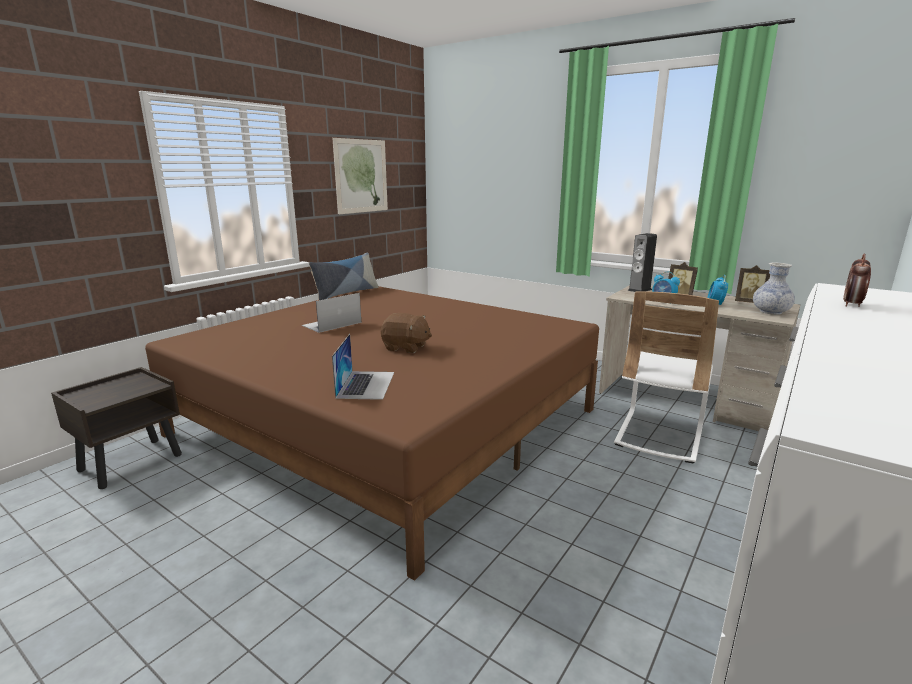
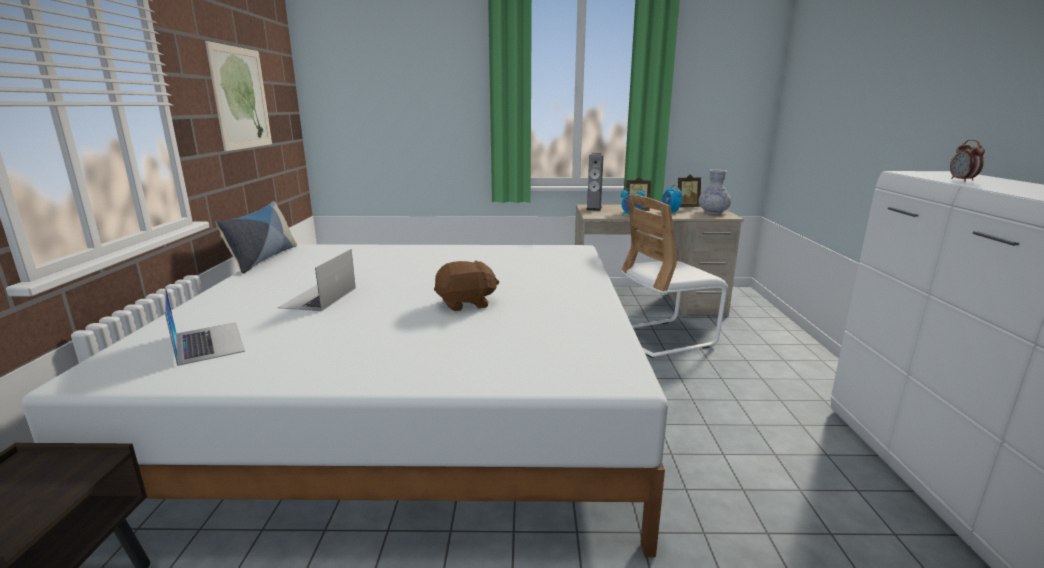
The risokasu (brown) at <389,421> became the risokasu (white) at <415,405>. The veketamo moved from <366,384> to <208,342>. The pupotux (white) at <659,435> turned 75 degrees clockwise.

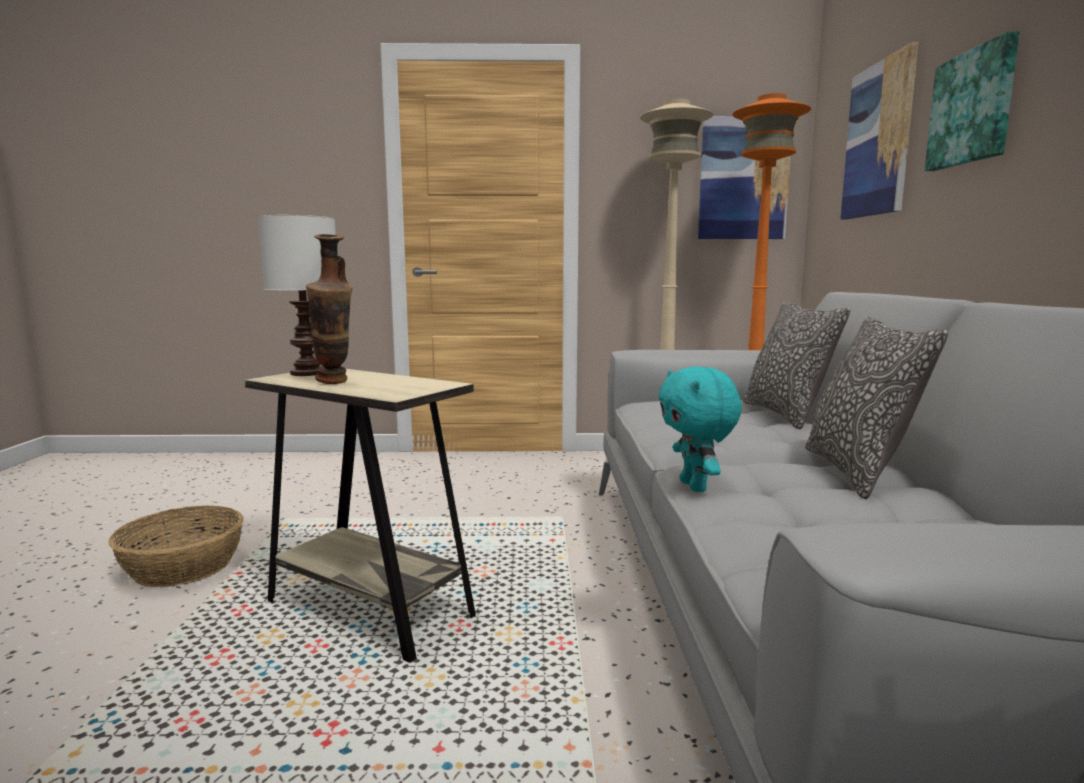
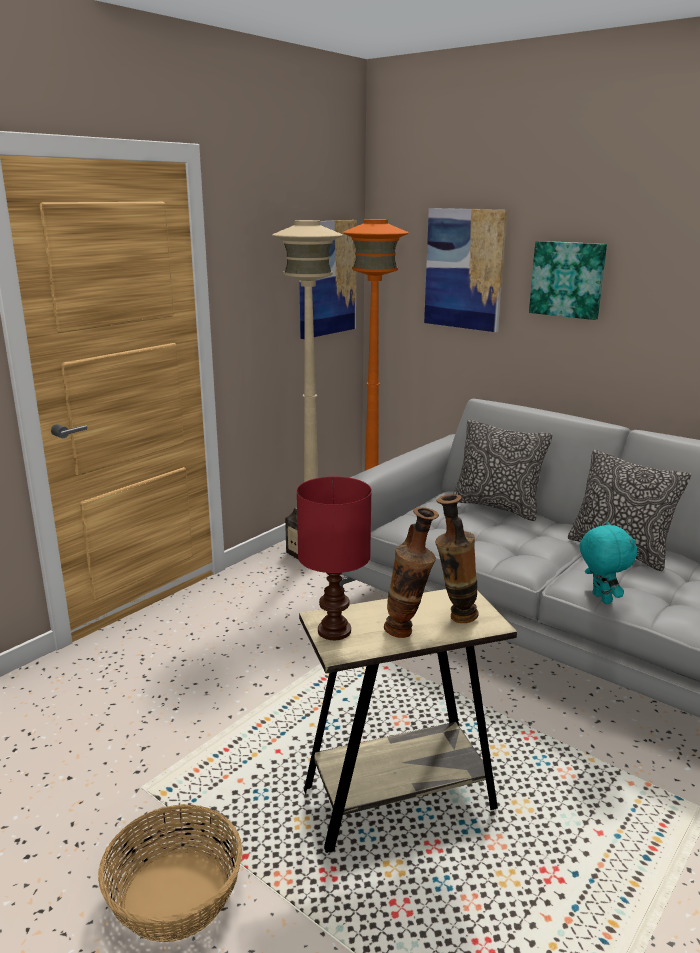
The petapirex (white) at <308,373> became the petapirex (red) at <333,630>. The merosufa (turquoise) at <695,486> turned 135 degrees counterclockwise. The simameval at <454,616> appeared.

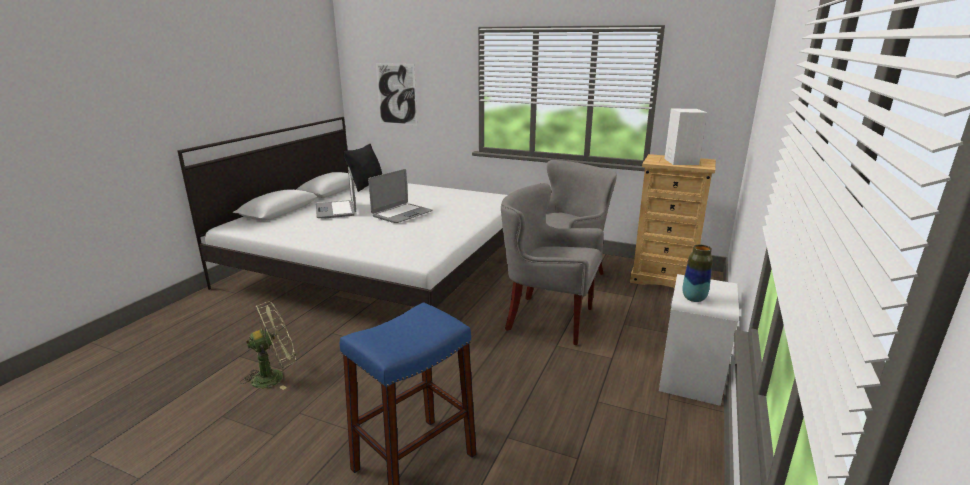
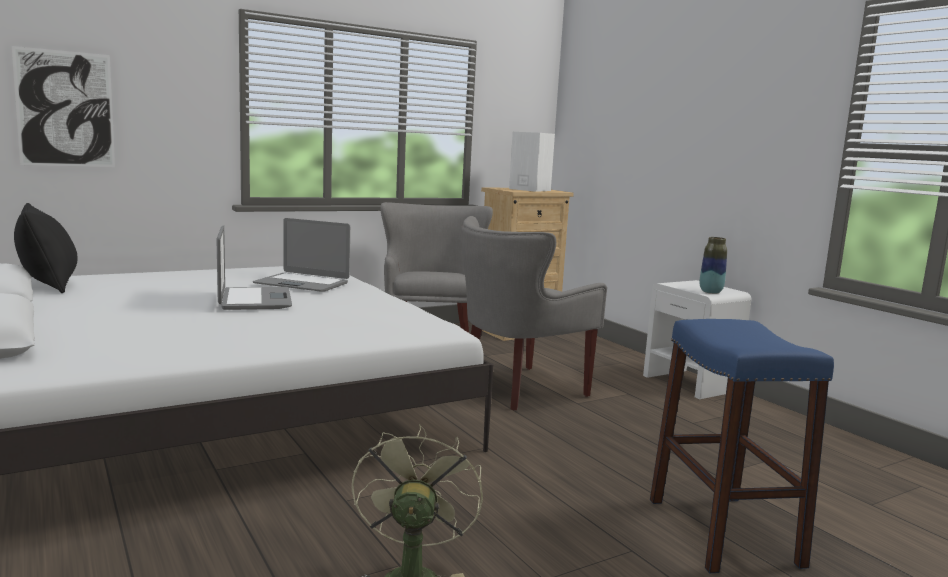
The veketamo moved from <336,210> to <302,284>.

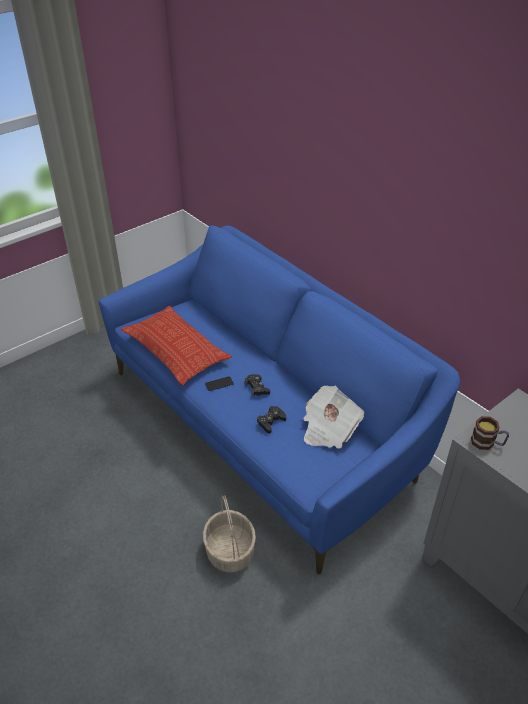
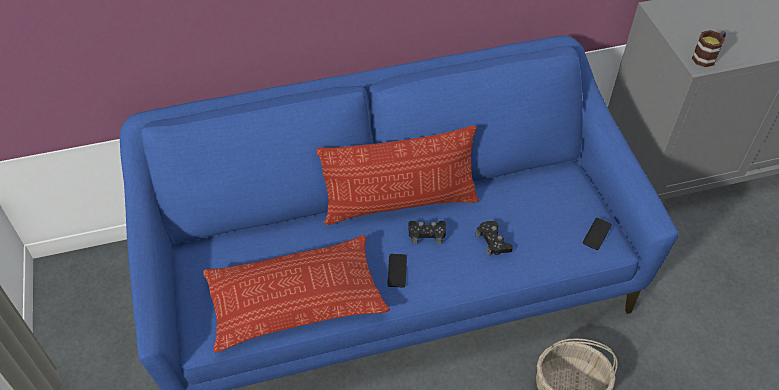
The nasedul at <329,428> disappeared. The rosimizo at <400,203> appeared. The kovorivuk at <597,234> appeared.

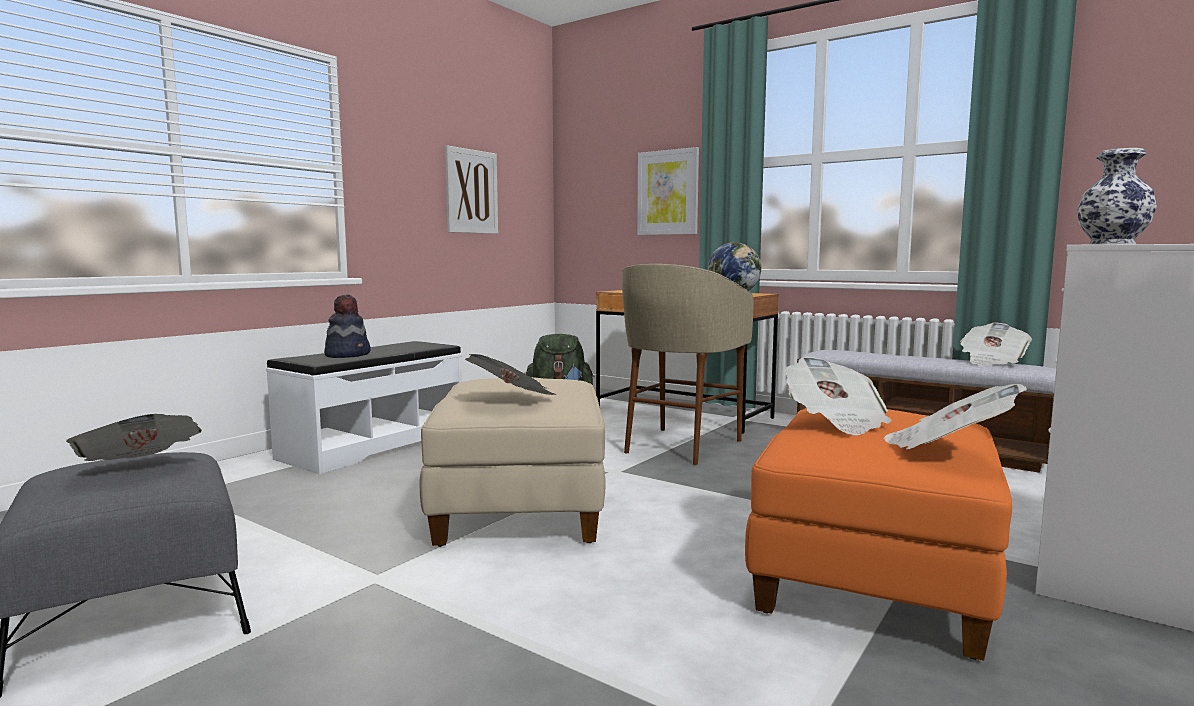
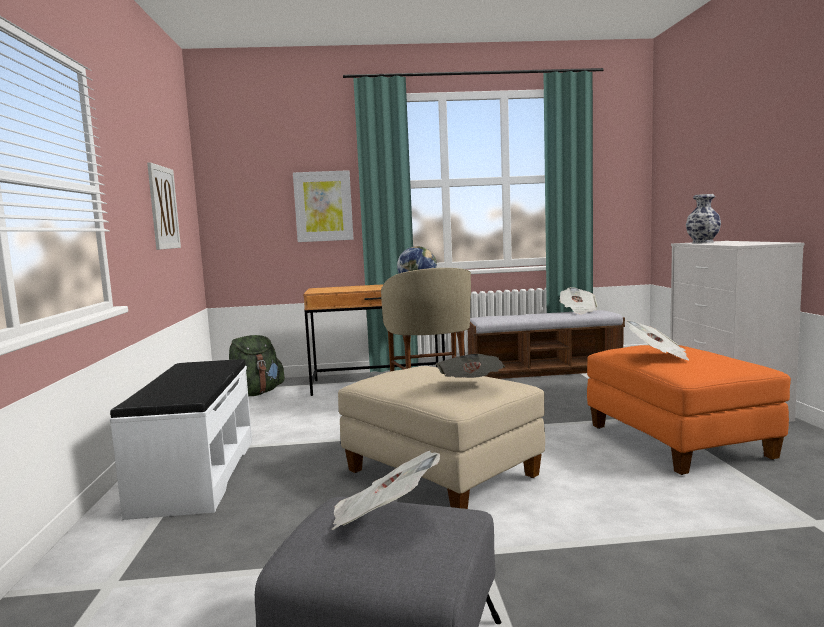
The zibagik at <348,355> disappeared. The nasedul at <947,449> disappeared.

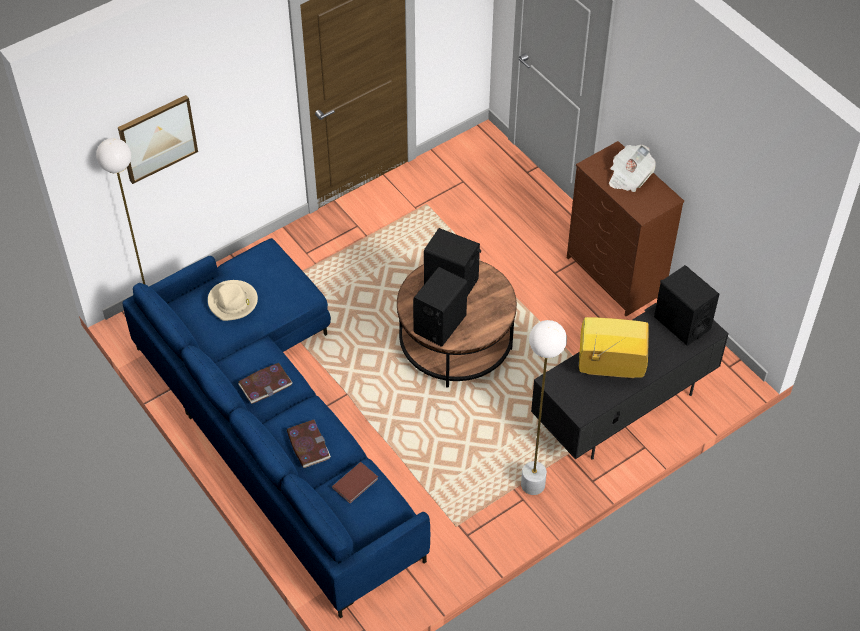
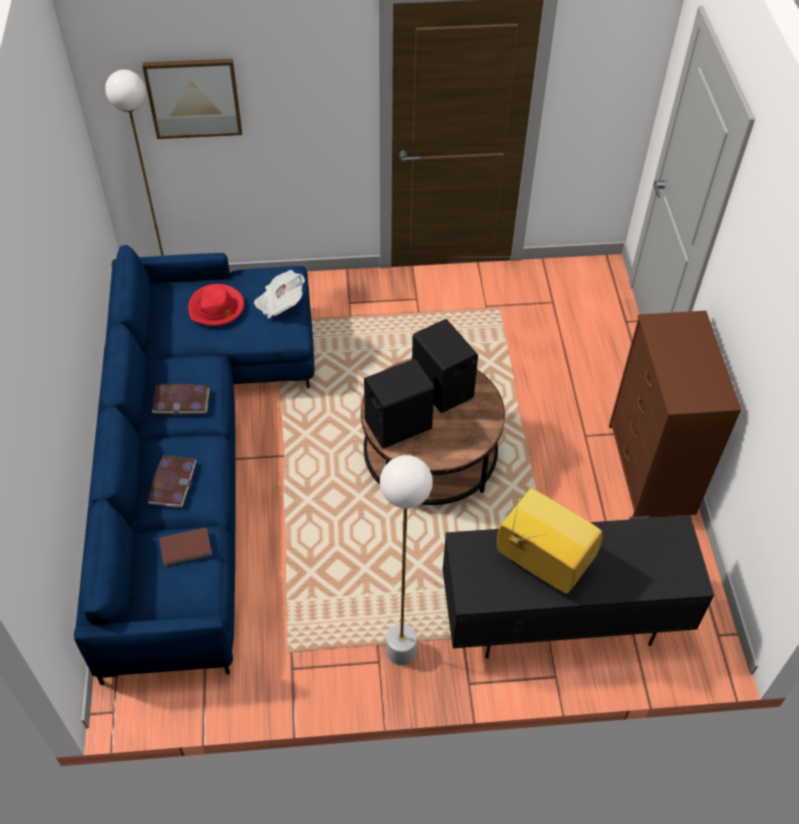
The zibagik (beige) at <233,302> became the zibagik (red) at <216,308>. The nasedul moved from <629,177> to <280,303>. The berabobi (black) at <681,323> disappeared.

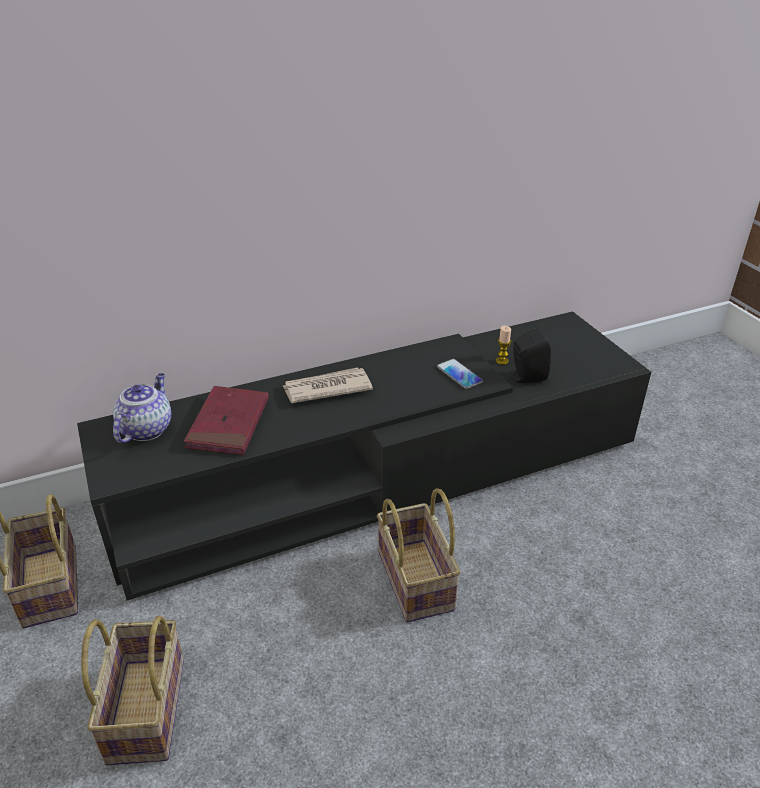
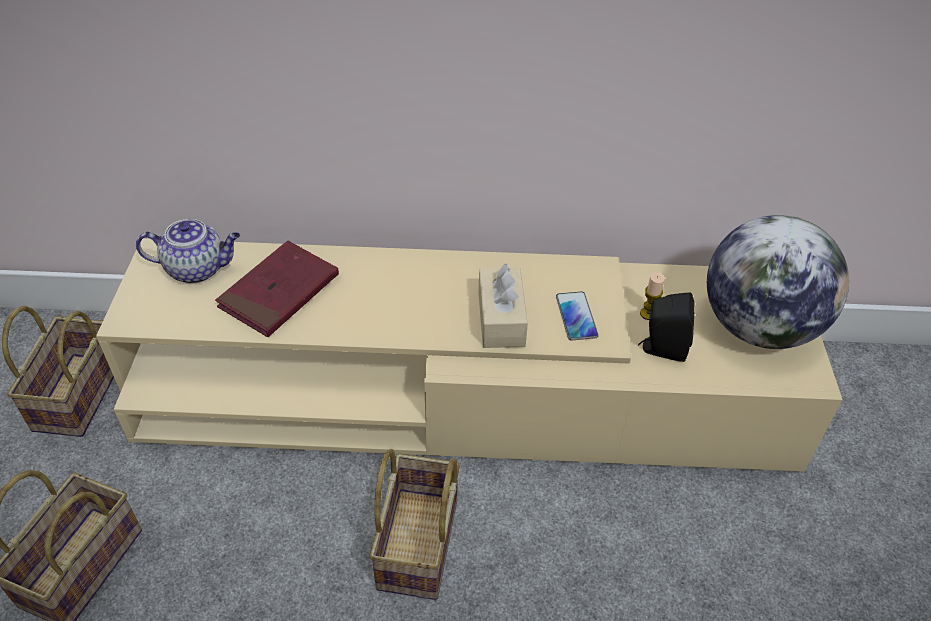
The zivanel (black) at <379,473> became the zivanel (beige) at <463,394>. The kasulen at <146,429> turned 45 degrees clockwise. The nasedul at <326,388> disappeared. The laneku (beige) at <501,319> appeared. The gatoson at <758,327> appeared.

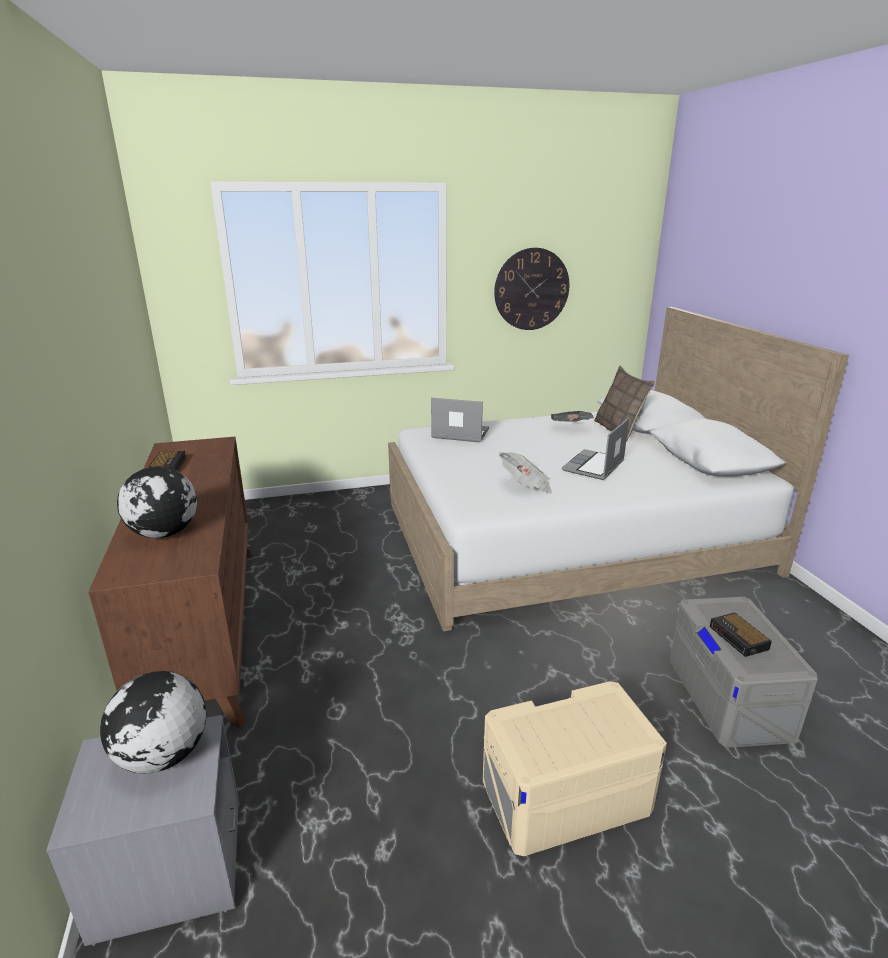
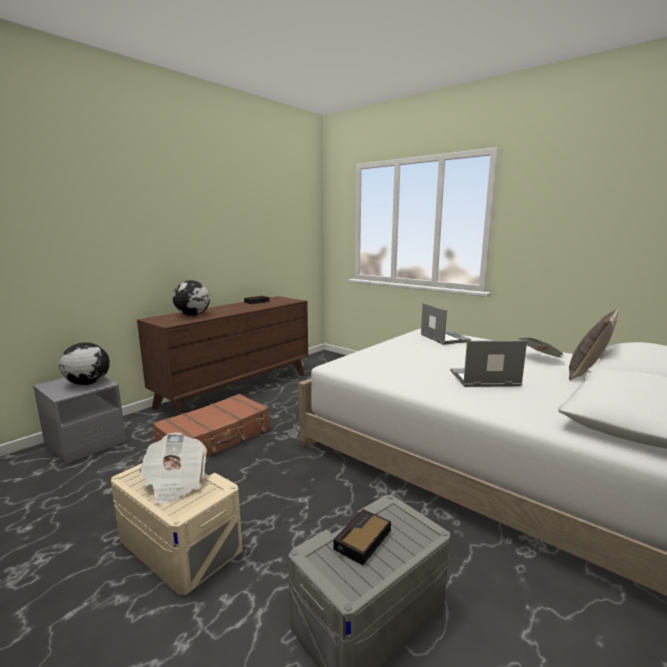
The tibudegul at <531,289> disappeared. The nasedul moved from <526,486> to <175,482>. The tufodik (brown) at <215,439> appeared.

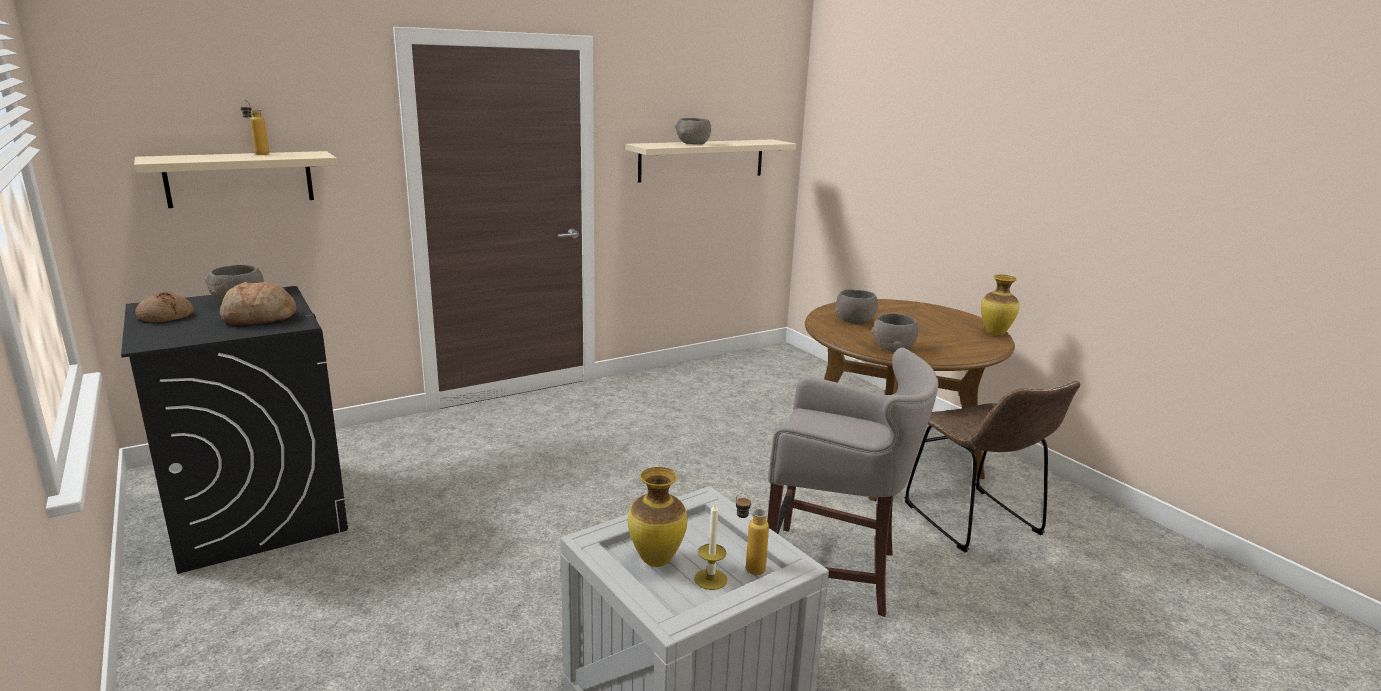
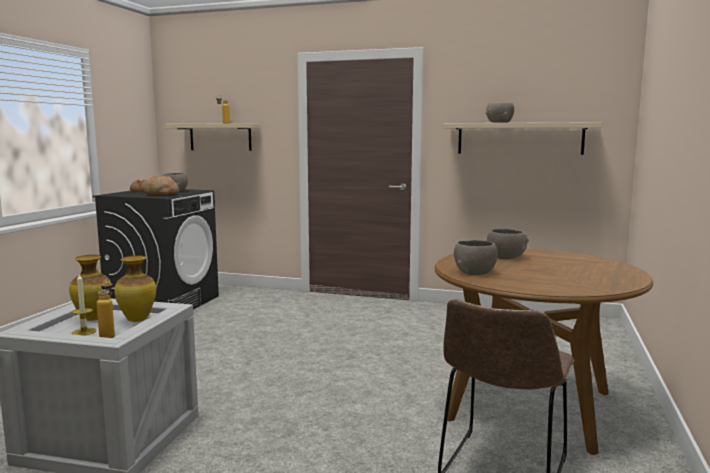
The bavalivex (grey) at <834,571> disappeared. The simameval moved from <995,334> to <136,320>.

